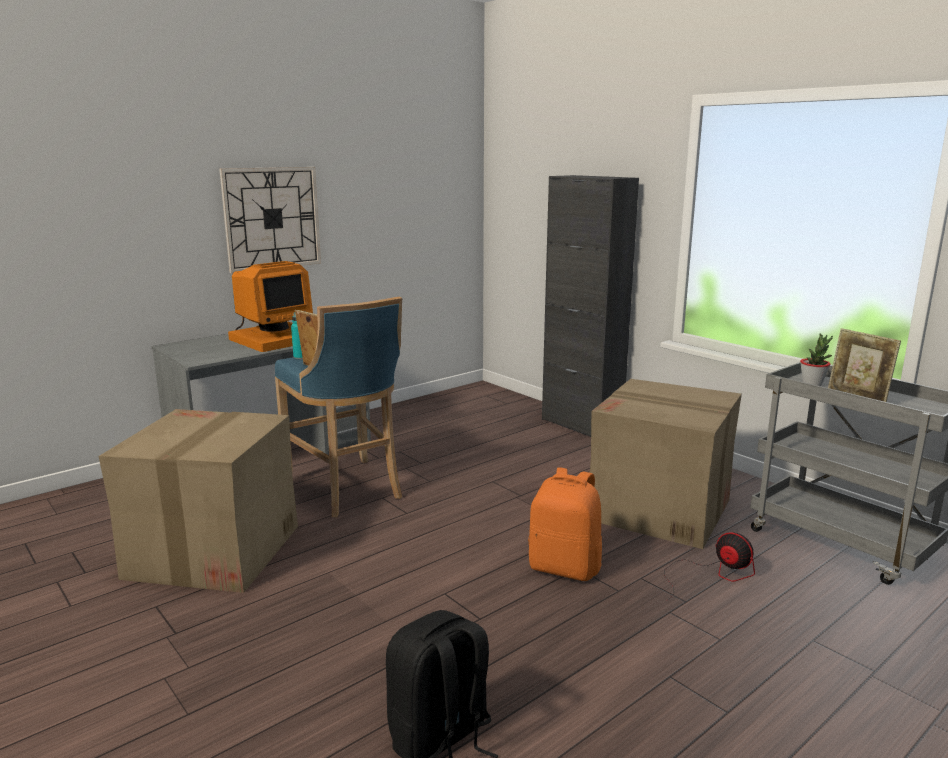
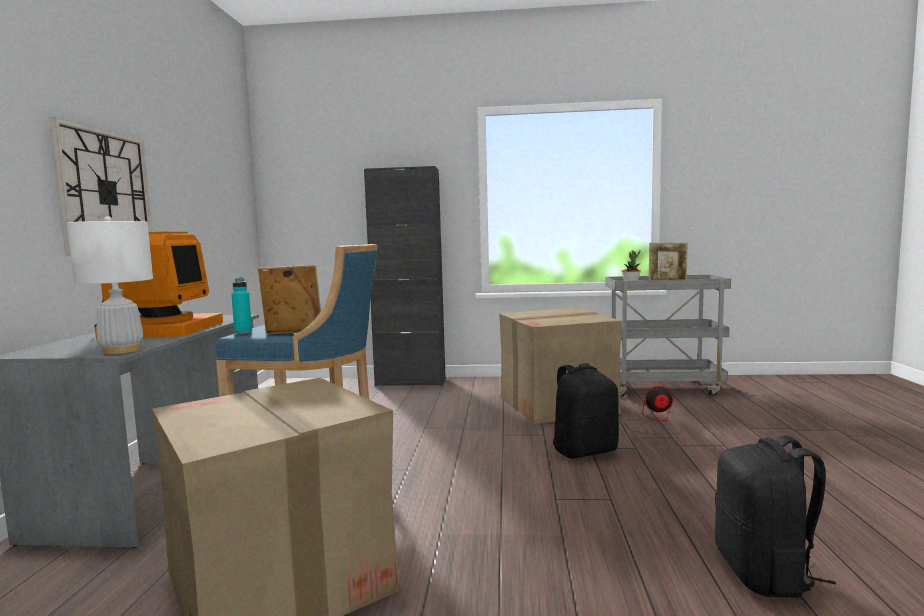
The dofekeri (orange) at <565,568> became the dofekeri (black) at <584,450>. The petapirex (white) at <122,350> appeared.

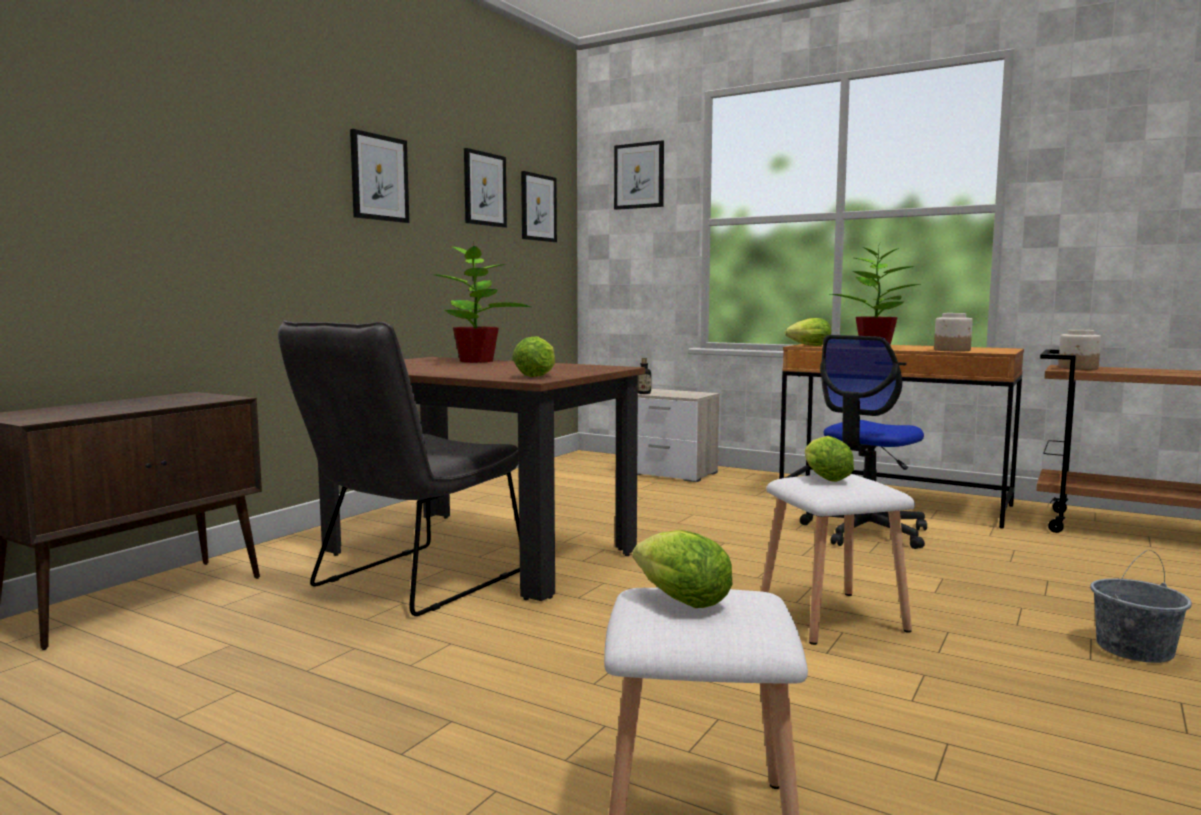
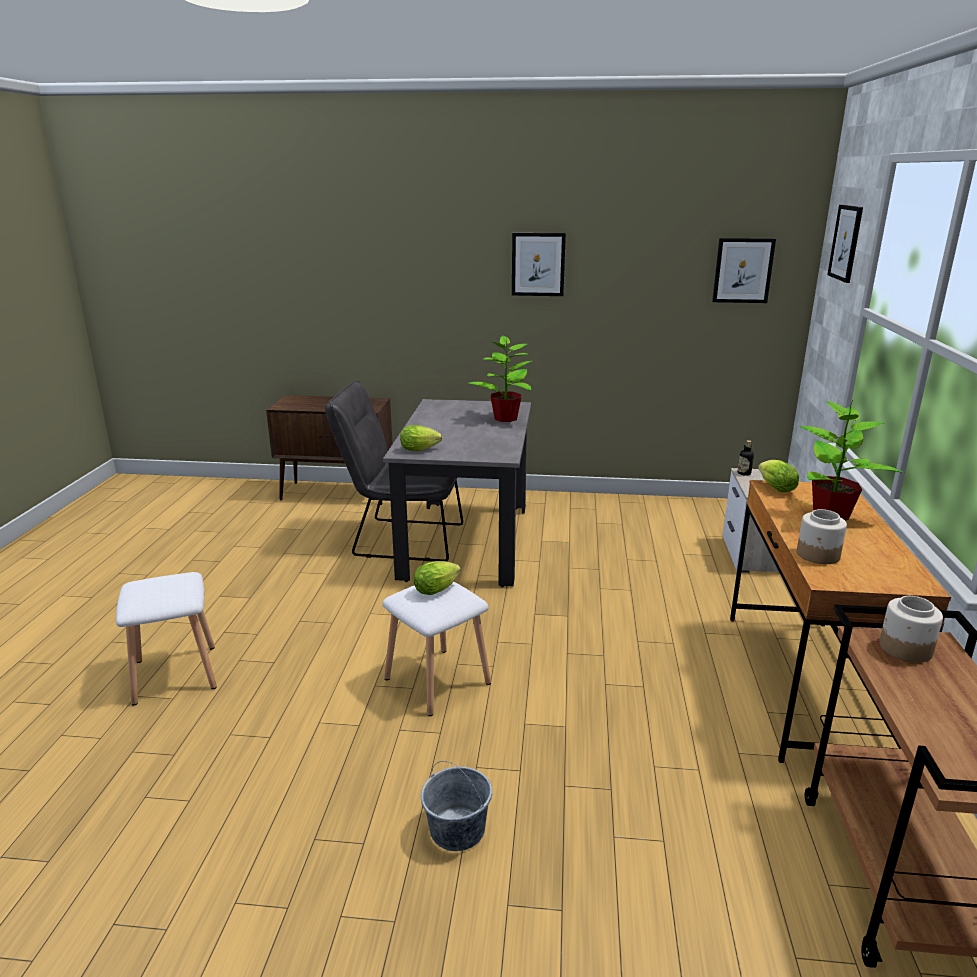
The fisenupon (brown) at <479,552> became the fisenupon (grey) at <466,541>. The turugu at <484,189> disappeared. The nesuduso at <676,599> disappeared. The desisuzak at <865,532> disappeared.

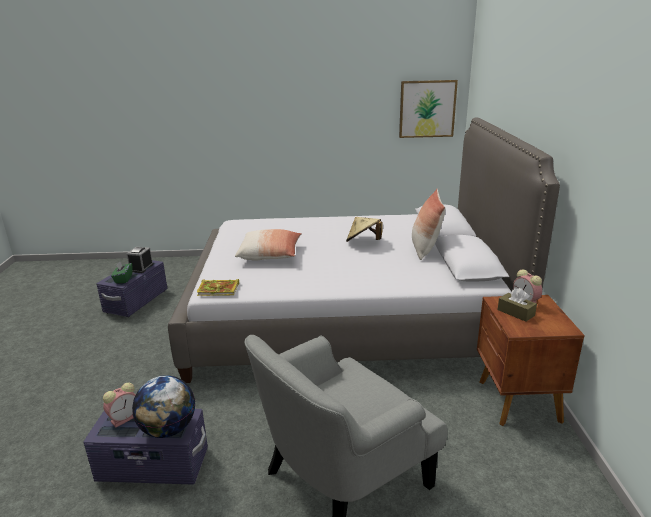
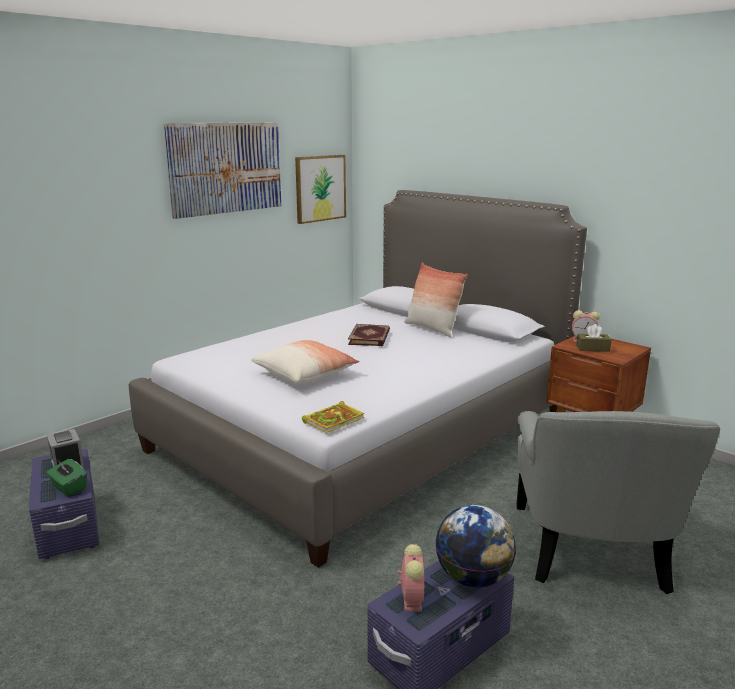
The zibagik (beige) at <363,242> was replaced by the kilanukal at <370,337>. The turugu at <226,168> appeared.

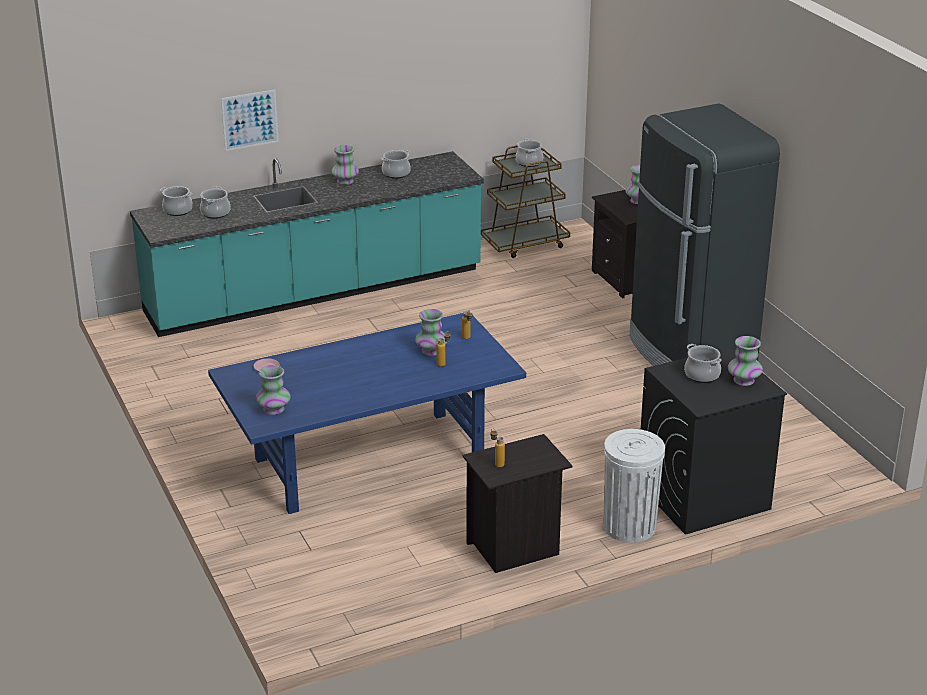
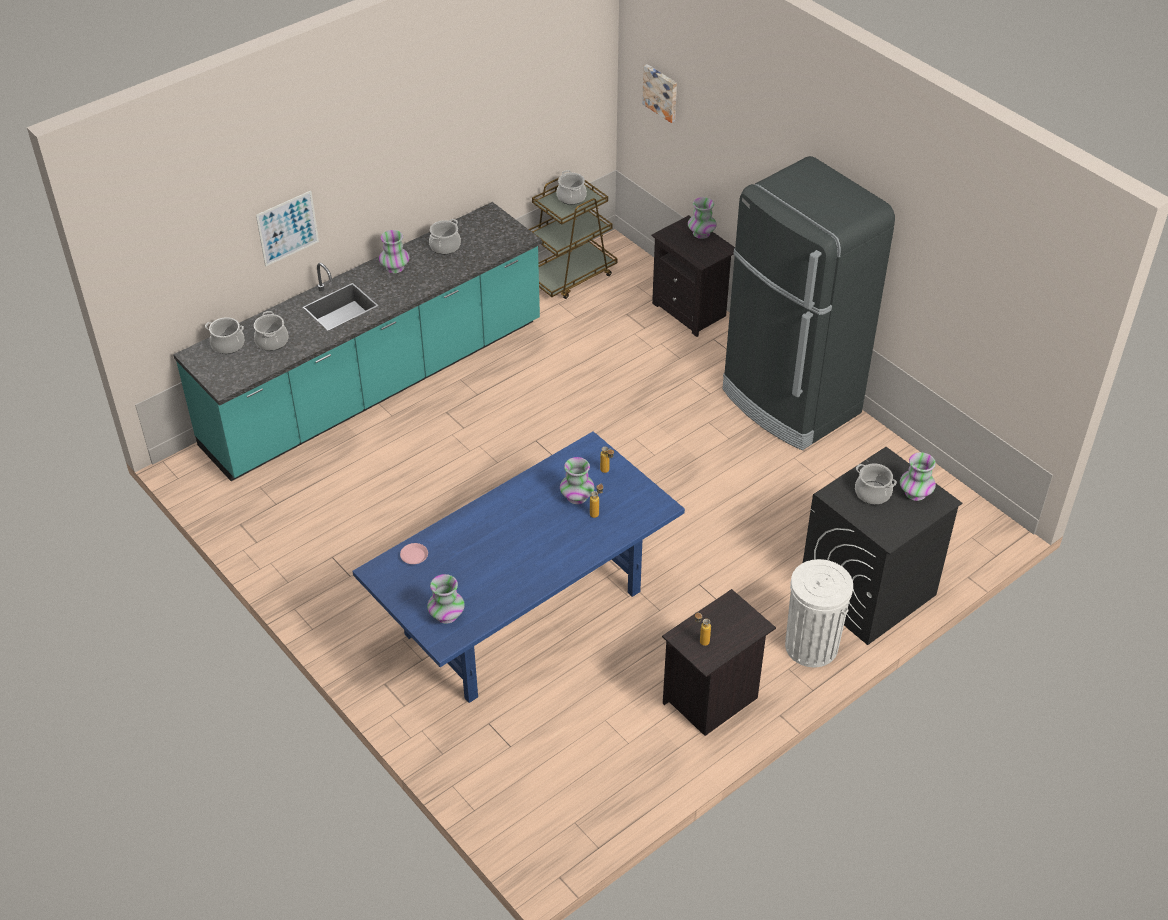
The turugu at <661,92> appeared.

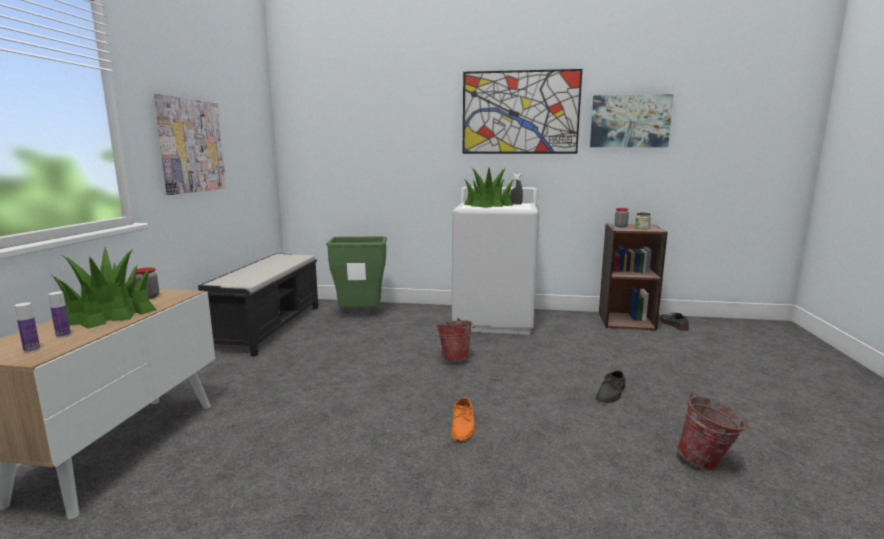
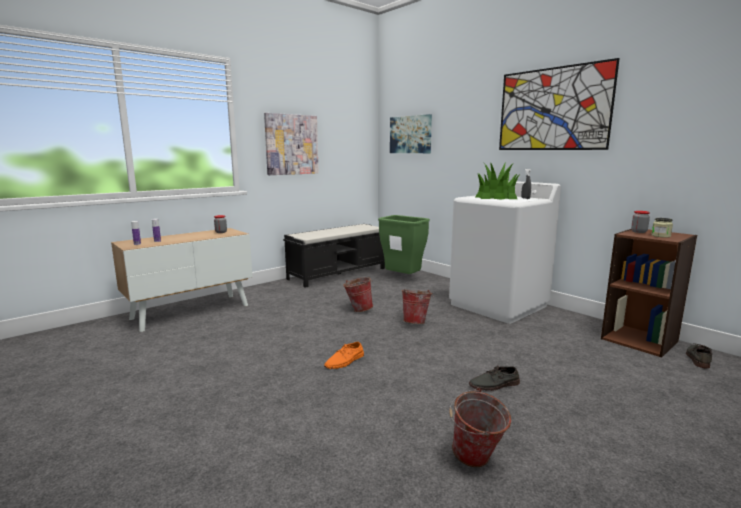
The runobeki at <108,314> disappeared. The turugu moved from <630,121> to <410,134>. The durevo at <358,309> appeared.

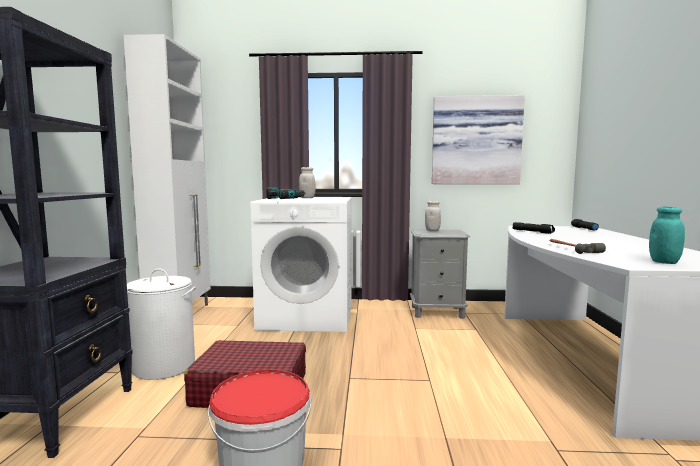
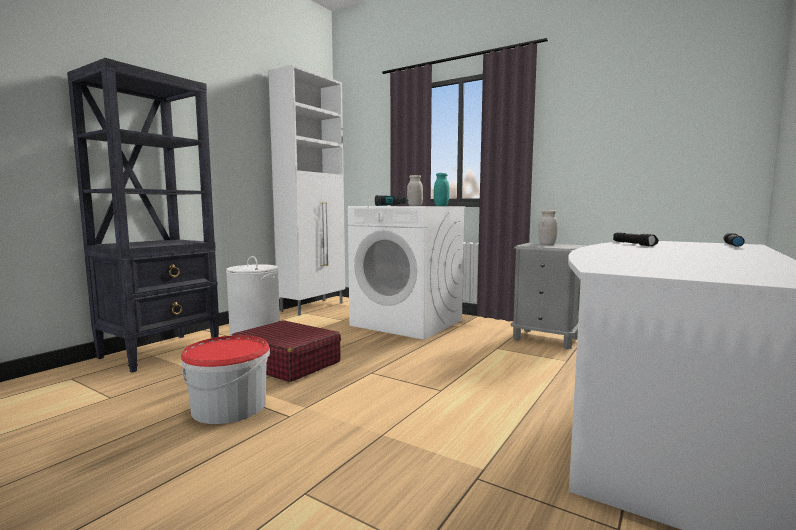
The turugu at <475,141> disappeared. The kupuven at <571,249> disappeared. The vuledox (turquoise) moved from <664,262> to <441,206>.

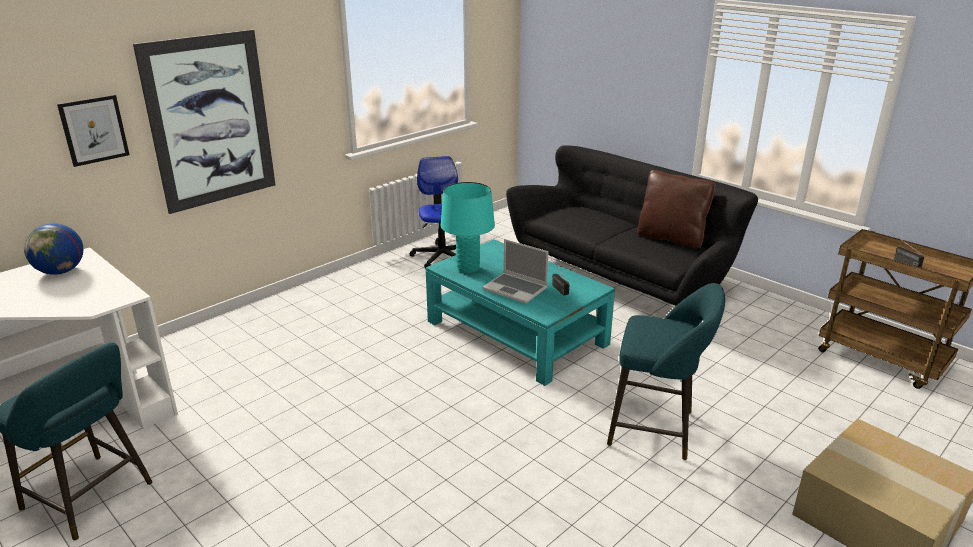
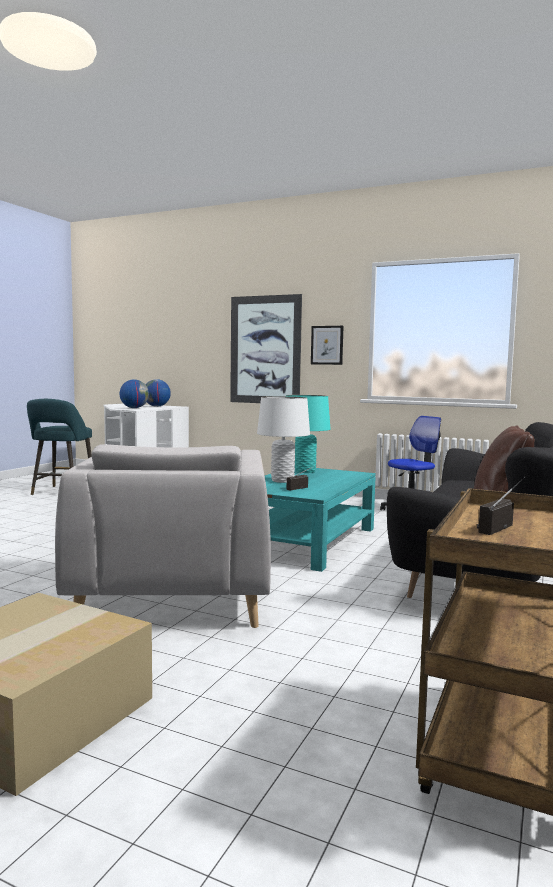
The turugu moved from <94,130> to <327,345>. The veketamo at <516,289> was replaced by the petapirex (white) at <282,480>. The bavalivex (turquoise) at <656,429> was replaced by the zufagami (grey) at <175,596>. The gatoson at <134,408> appeared.

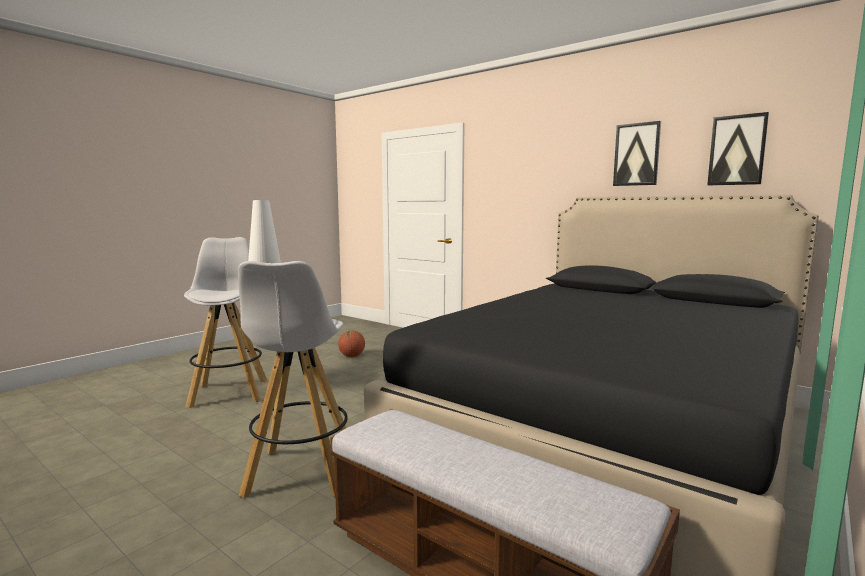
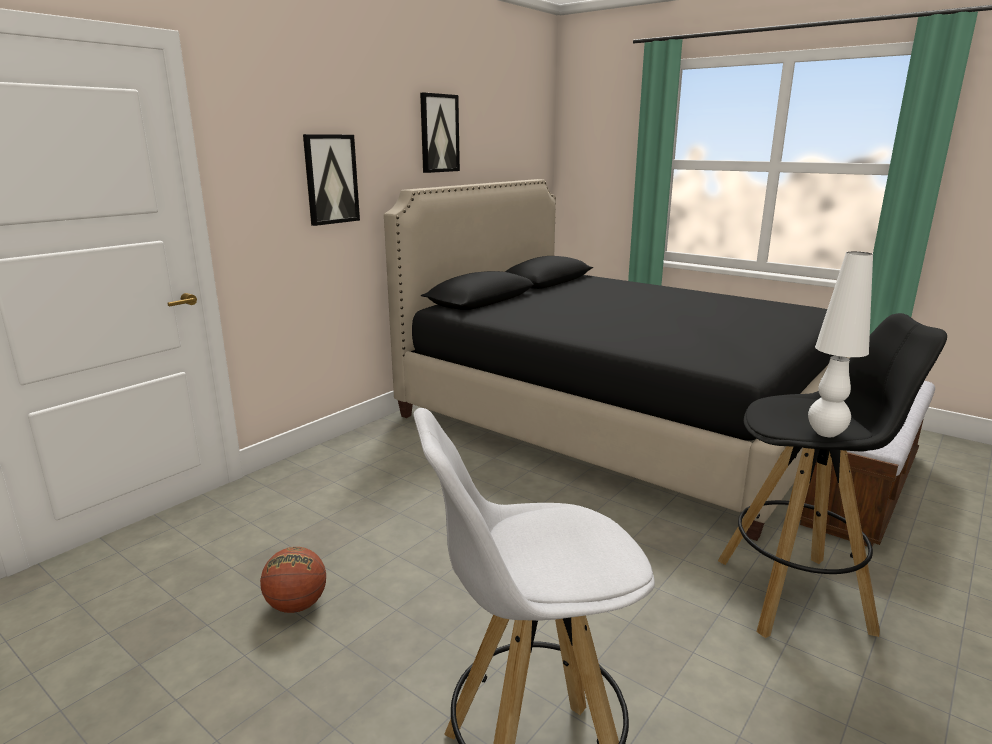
The bavalivex (white) at <301,474> became the bavalivex (black) at <795,595>. The turugu moved from <737,150> to <331,179>.

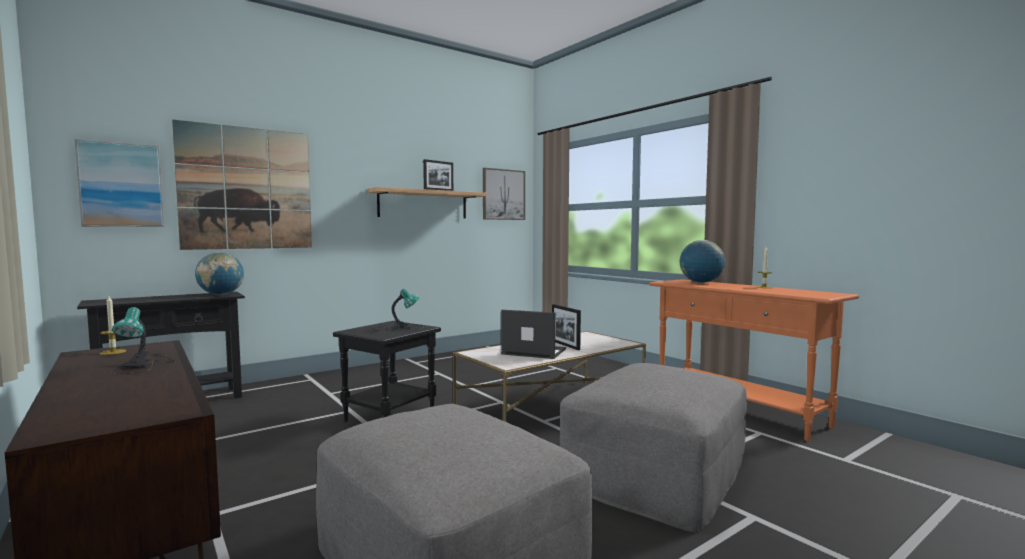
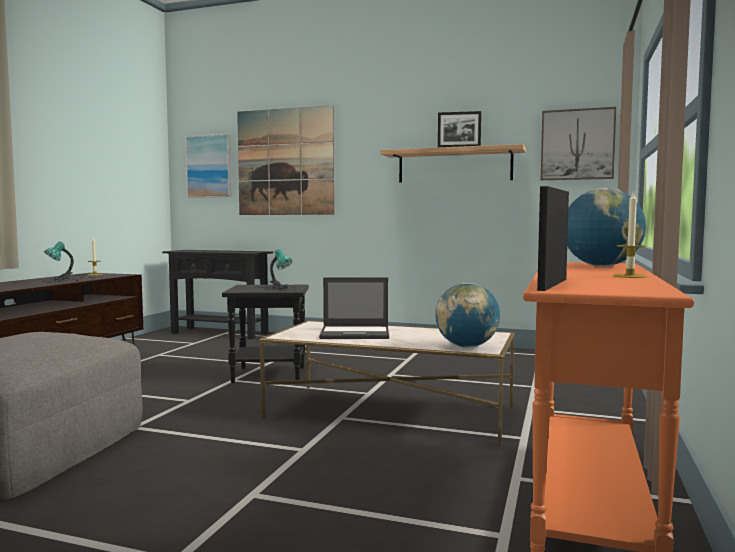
The gatoson moved from <221,295> to <466,346>. The veketamo at <533,351> turned 105 degrees clockwise. The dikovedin moved from <565,345> to <552,284>. The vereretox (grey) at <655,472> disappeared.

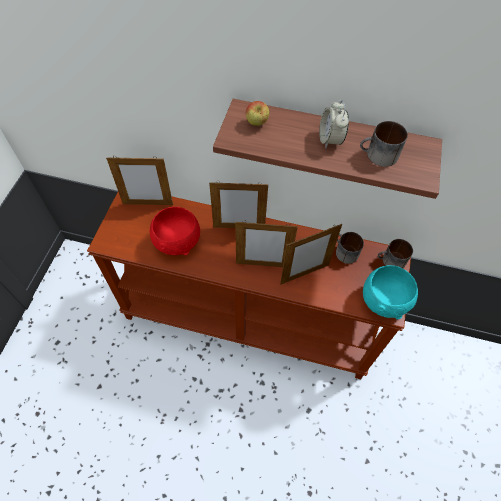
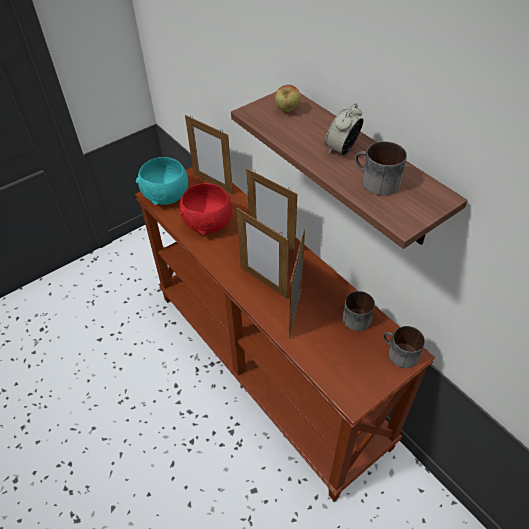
The dikovedin at <304,274> turned 90 degrees clockwise. The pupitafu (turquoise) moved from <384,300> to <167,196>.

